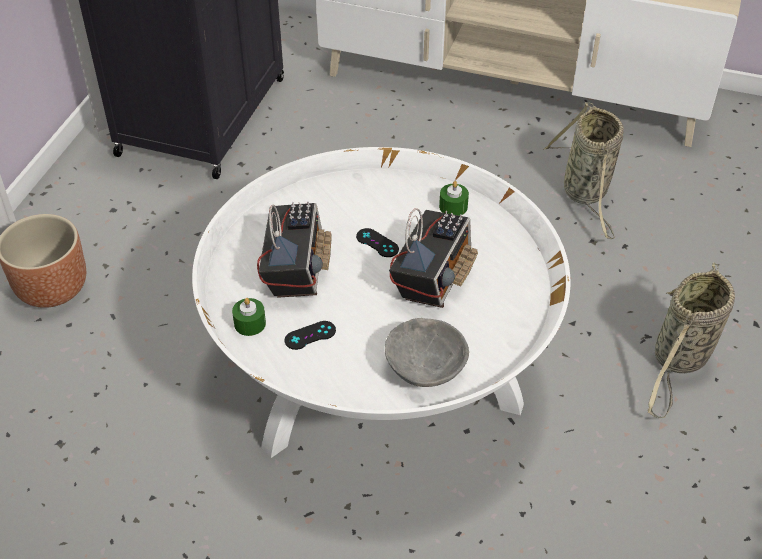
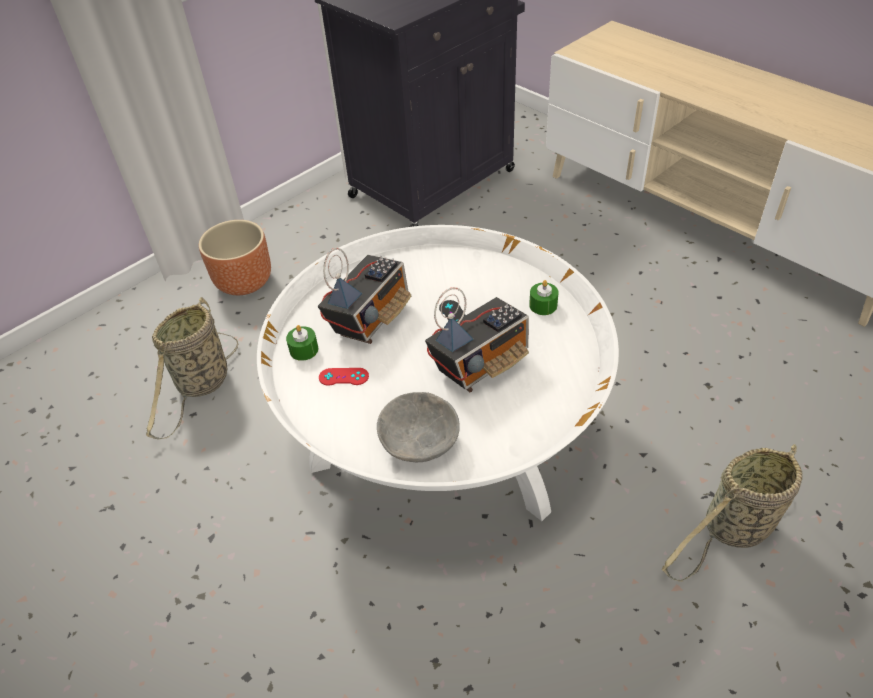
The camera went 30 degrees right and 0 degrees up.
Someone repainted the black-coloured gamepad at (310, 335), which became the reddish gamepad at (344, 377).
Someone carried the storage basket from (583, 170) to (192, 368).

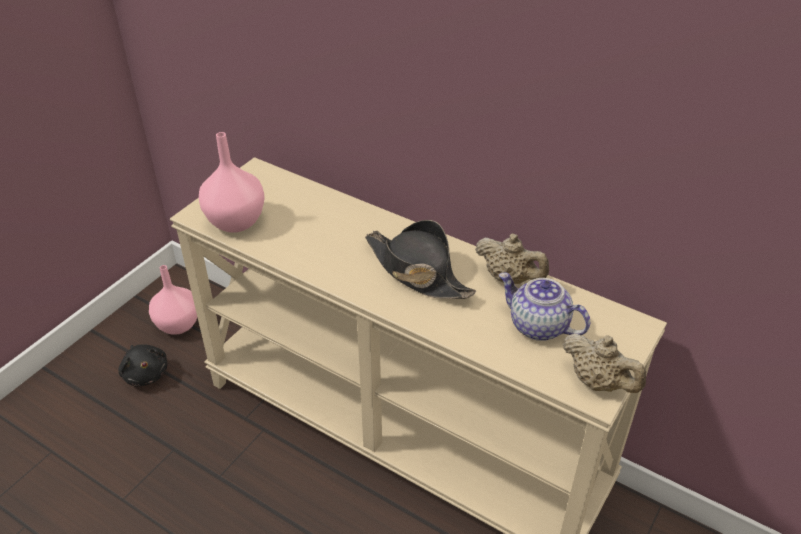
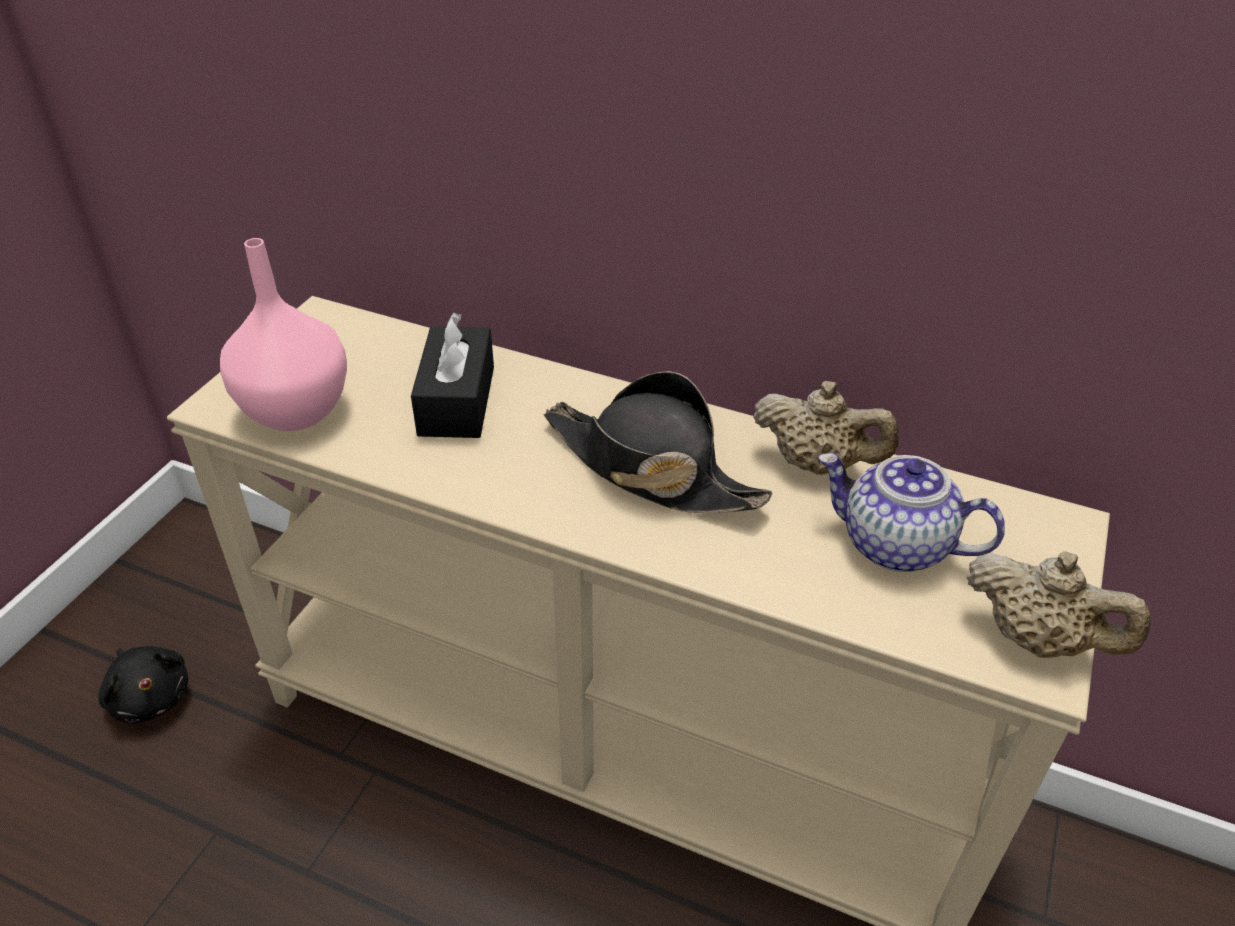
The camera went 10 degrees left and 0 degrees up.
Someone took away the pink flower vase at (173, 300).
Someone put down the black-coloured tissue holder at (452, 375).

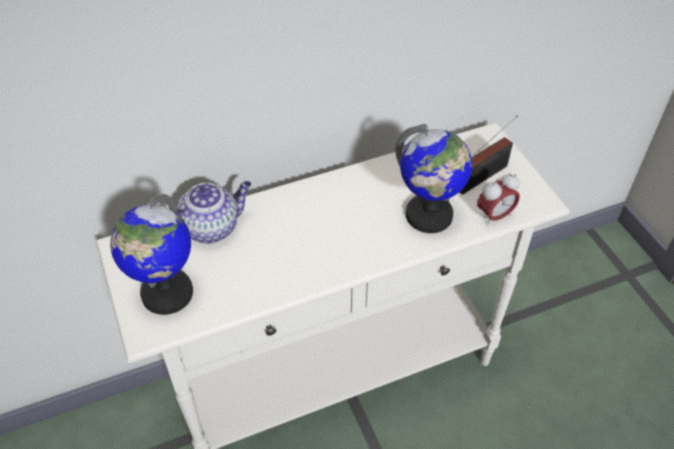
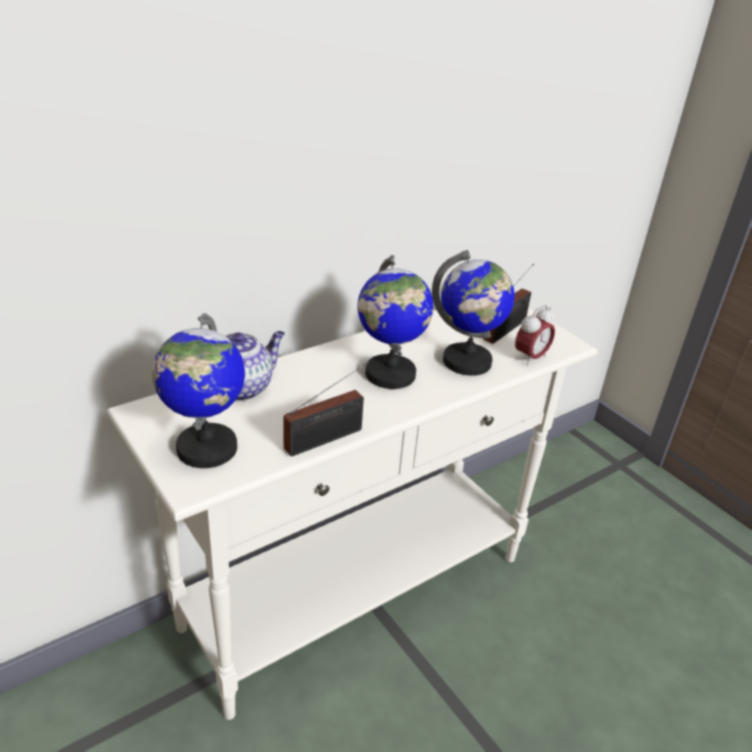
The camera went 15 degrees left and 15 degrees down.
Someone put down the radio set at (326, 409).
Someone put down the world globe at (395, 322).

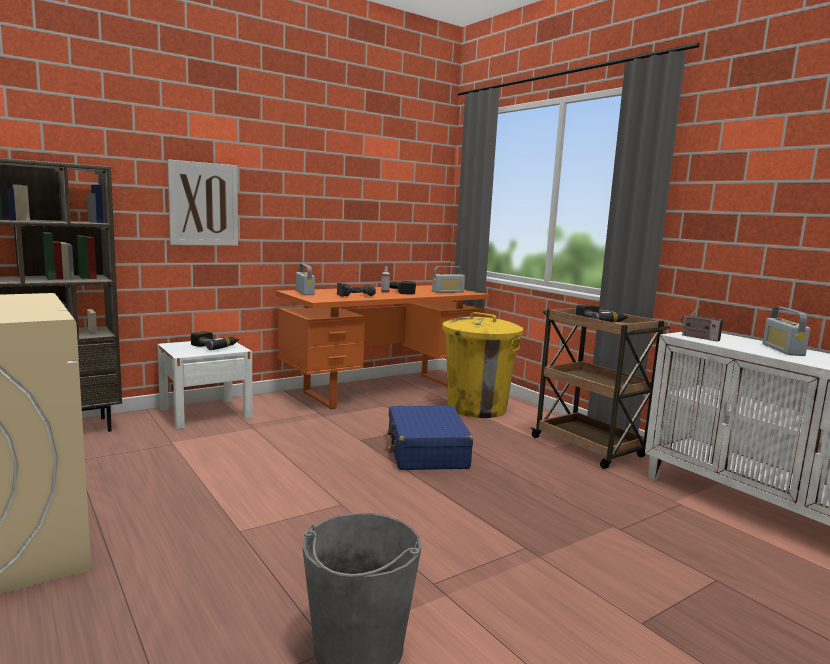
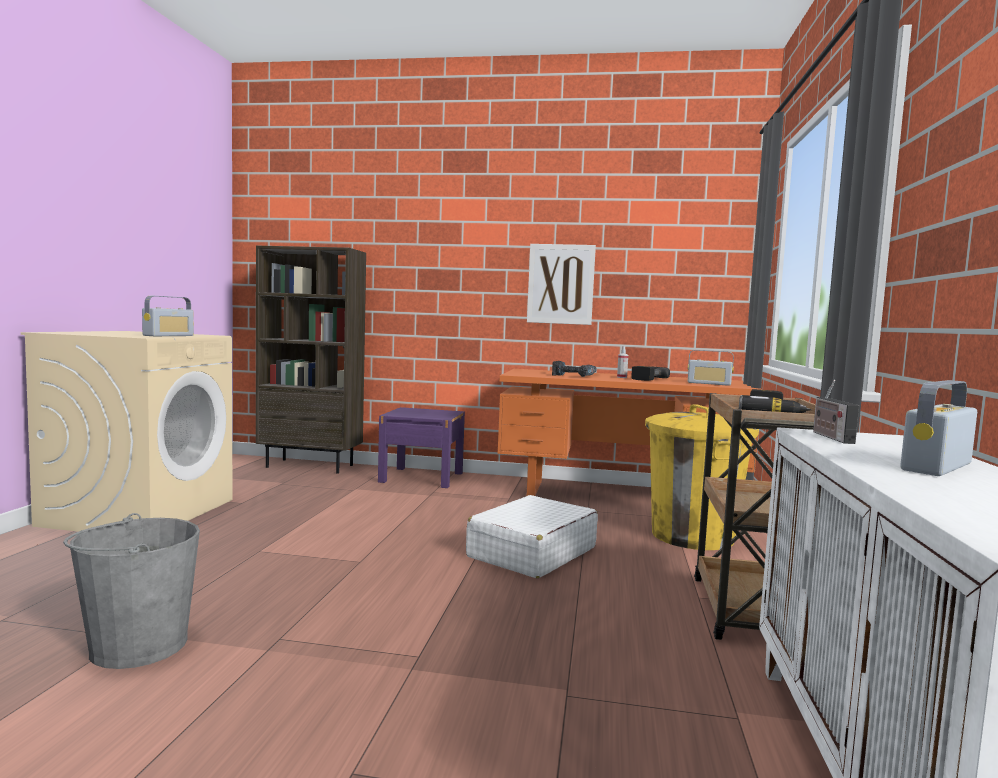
The camera went 45 degrees right and 5 degrees down.
Someone repainted the whitish nightstand at (204, 385), which became the purplish nightstand at (421, 447).
Someone carried the picture from (202, 202) to (561, 284).
Someone took away the power drill at (215, 340).
Someone carried the radio set from (305, 279) to (168, 316).
Someone repainted the blue-coloured piece of luggage at (430, 438), which became the whitish piece of luggage at (532, 536).

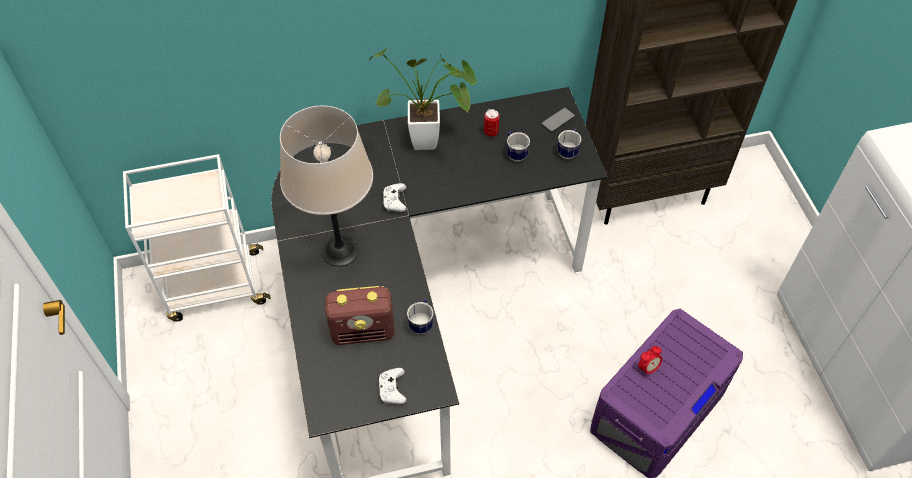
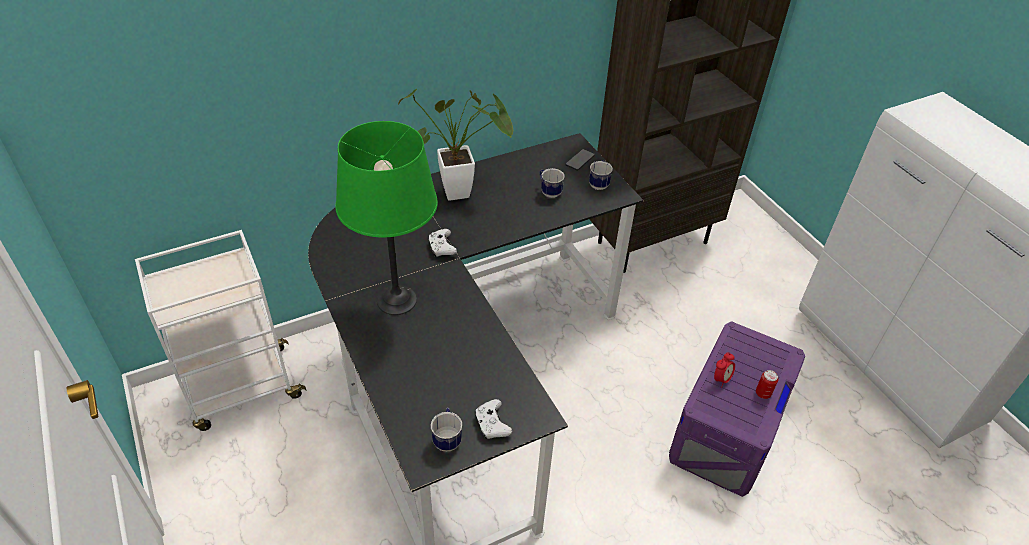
The camera went 15 degrees left and 10 degrees down.
Someone repainted the sand-coloured lamp for a table at (326, 186), which became the green-coloured lamp for a table at (387, 218).
Someone took away the radio set at (360, 315).
Someone carried the tea mug from (420, 316) to (446, 430).
Someone carried the metal can from (491, 123) to (767, 384).

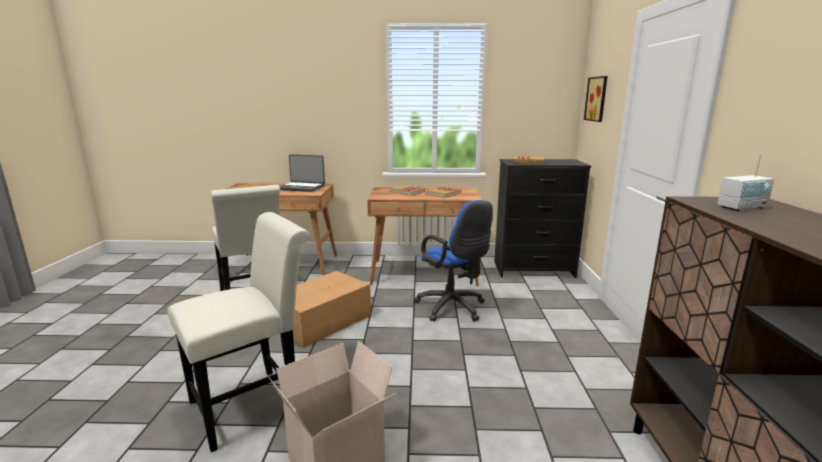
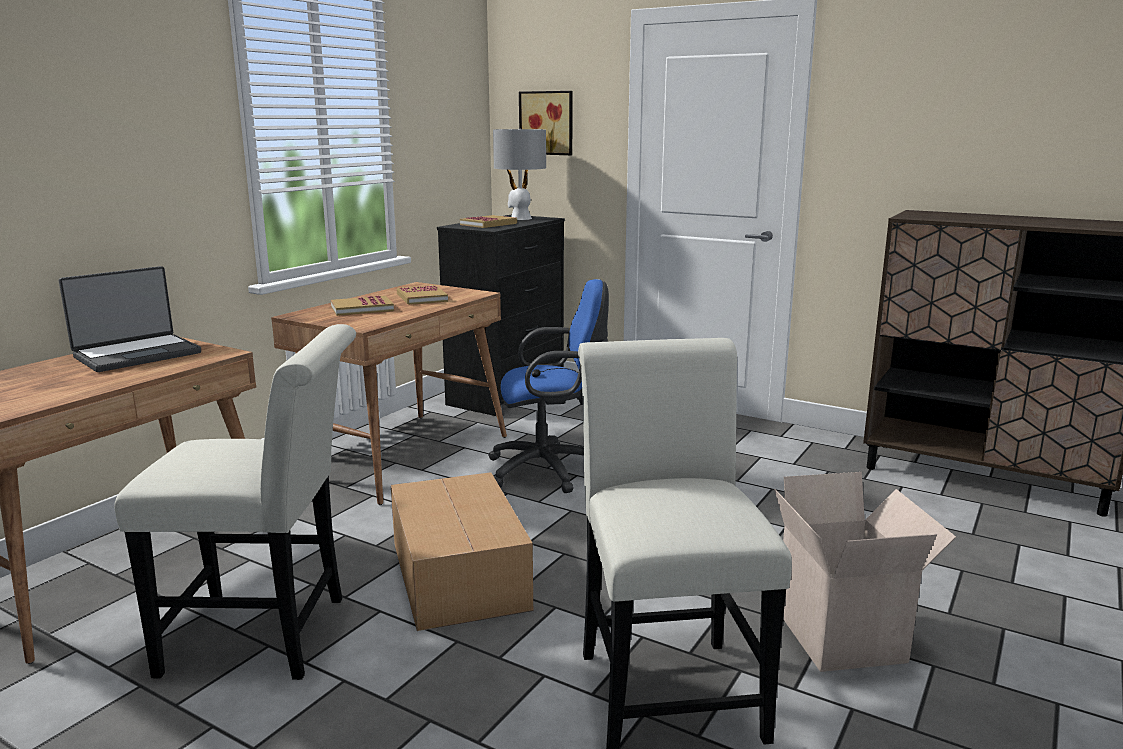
The camera went 60 degrees left and 0 degrees up.
Someone took away the radio set at (745, 182).
Someone put down the greyish lamp for a table at (519, 174).

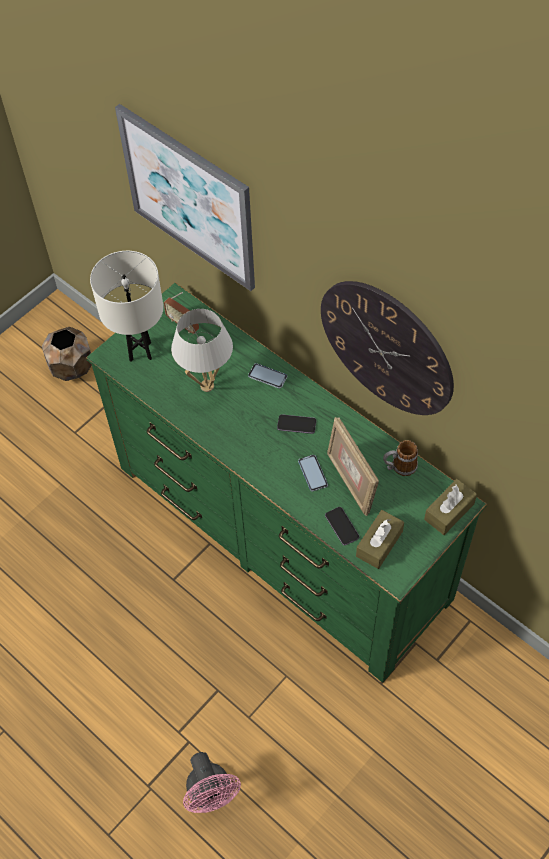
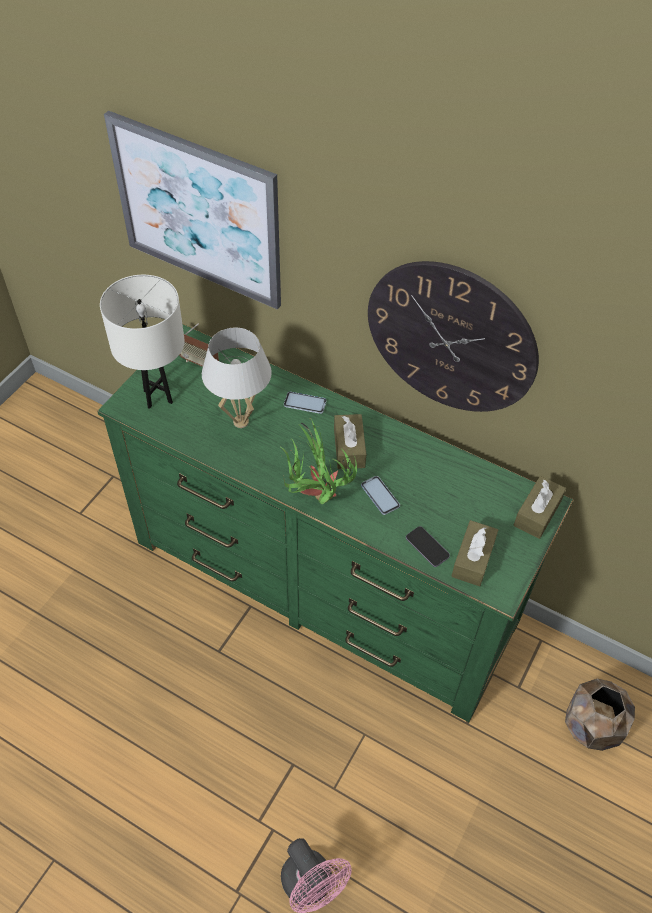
The camera went 15 degrees left and 5 degrees down.
Someone carried the brown-coloured planter from (67, 354) to (600, 715).
Someone swapped the handset at (296, 424) for the brown-coloured tissue holder at (350, 441).
Someone took away the picture frame at (353, 466).
Someone took away the tea mug at (400, 458).
Someone put down the houseplant at (319, 461).

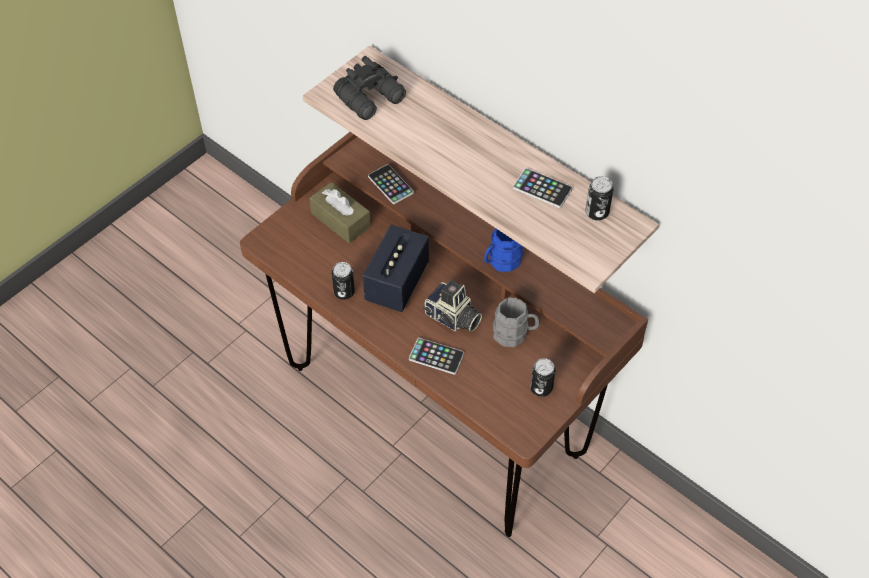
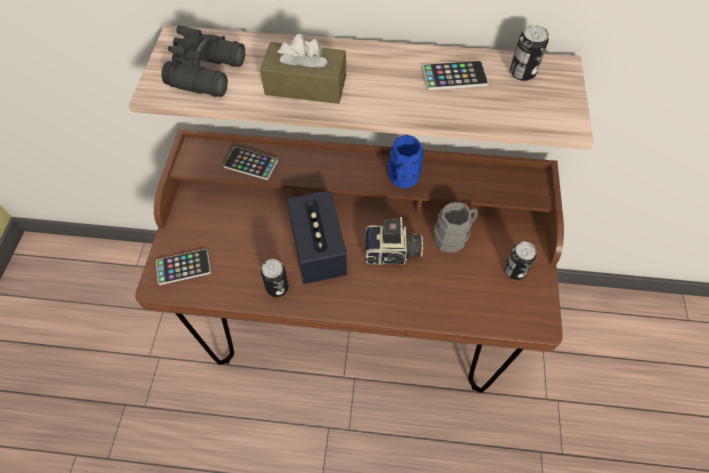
The camera went 35 degrees left and 5 degrees up.
Someone carried the brown-coloured tissue holder from (340, 212) to (303, 69).
Someone carried the handset from (436, 356) to (183, 267).

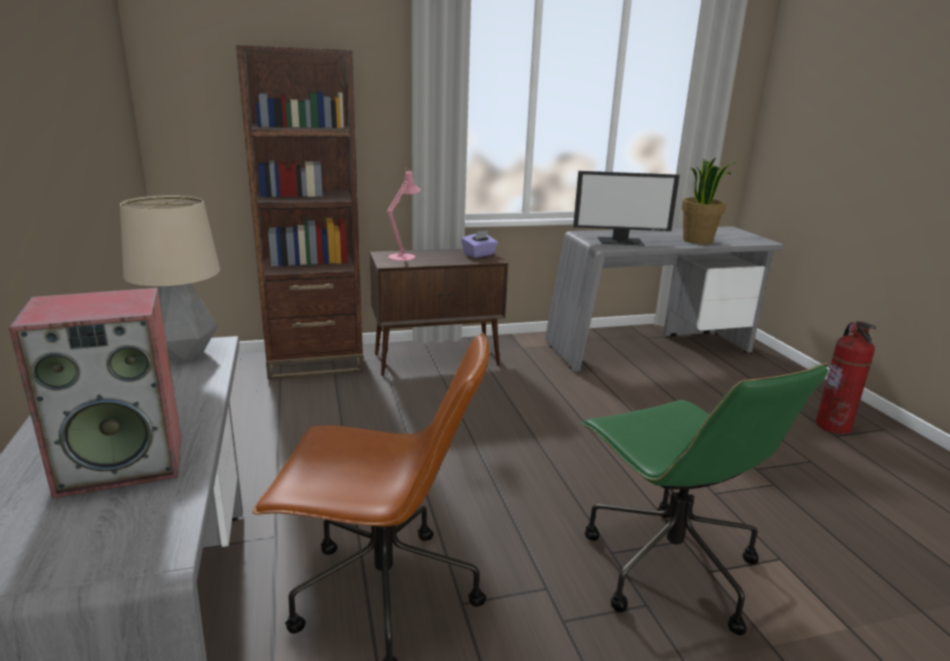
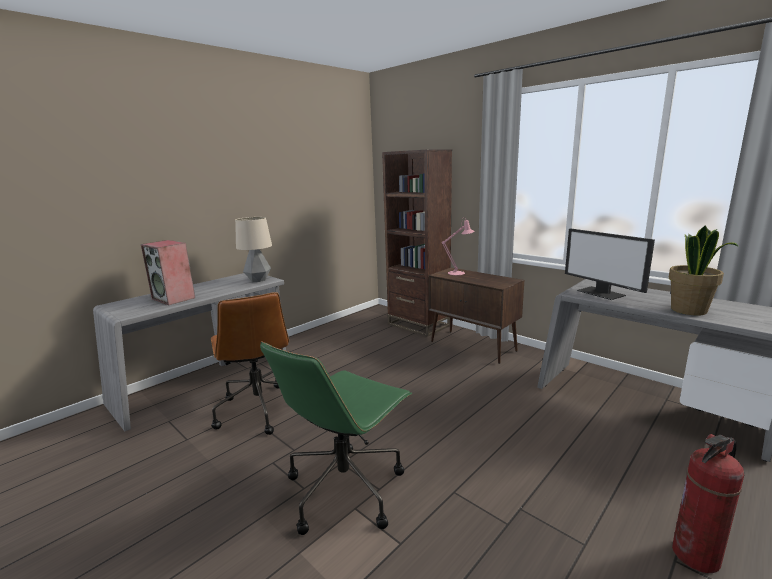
The camera went 60 degrees right and 5 degrees down.
Someone took away the purplish tissue holder at (480, 244).

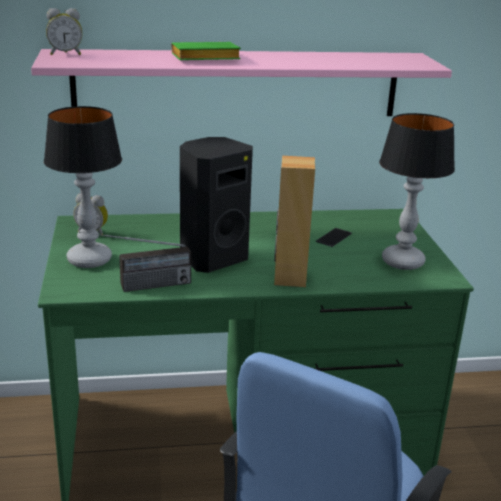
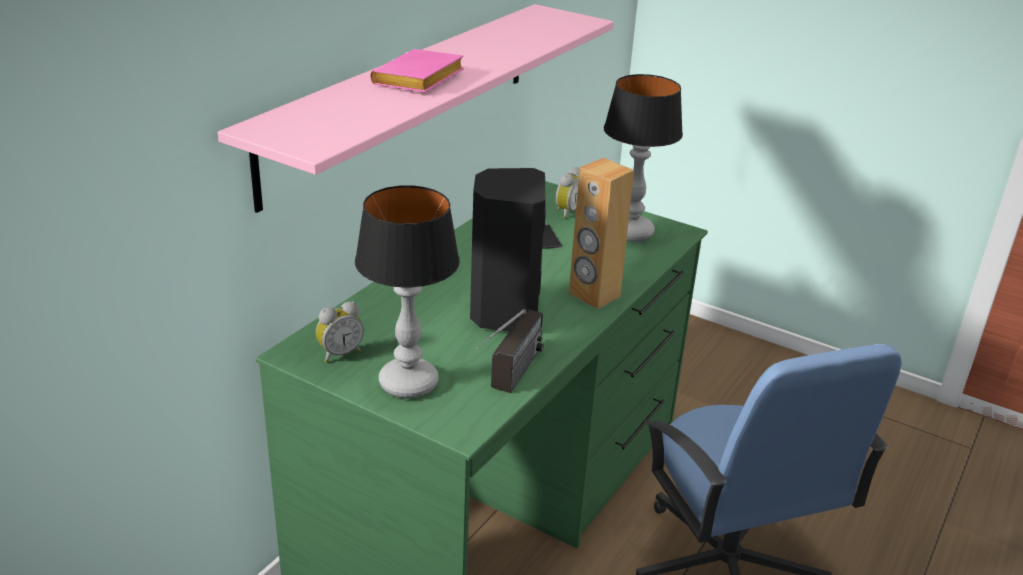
The camera went 50 degrees left and 5 degrees up.
Someone carried the table clock from (64, 31) to (567, 192).
Someone repainted the green-coloured volume at (206, 51), which became the pink volume at (417, 70).

